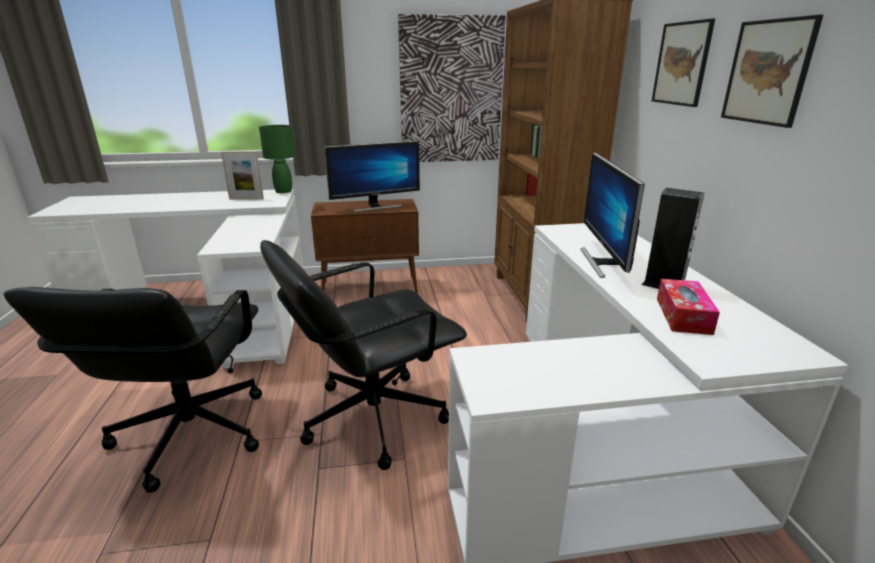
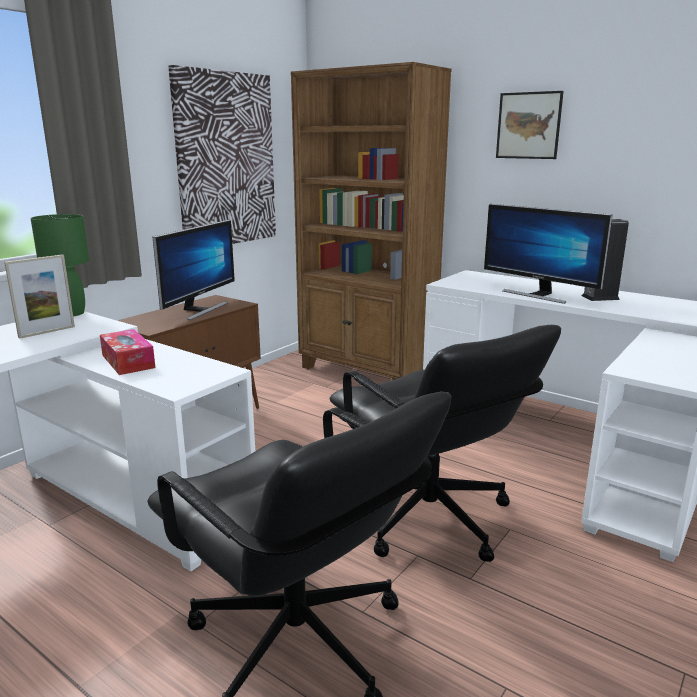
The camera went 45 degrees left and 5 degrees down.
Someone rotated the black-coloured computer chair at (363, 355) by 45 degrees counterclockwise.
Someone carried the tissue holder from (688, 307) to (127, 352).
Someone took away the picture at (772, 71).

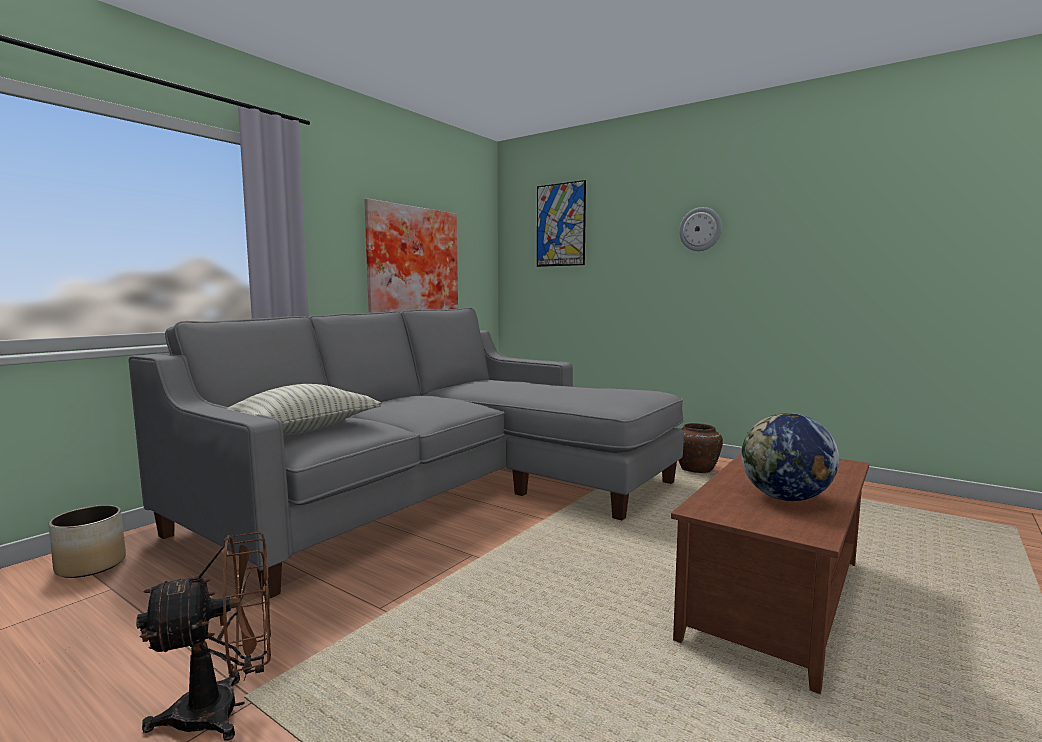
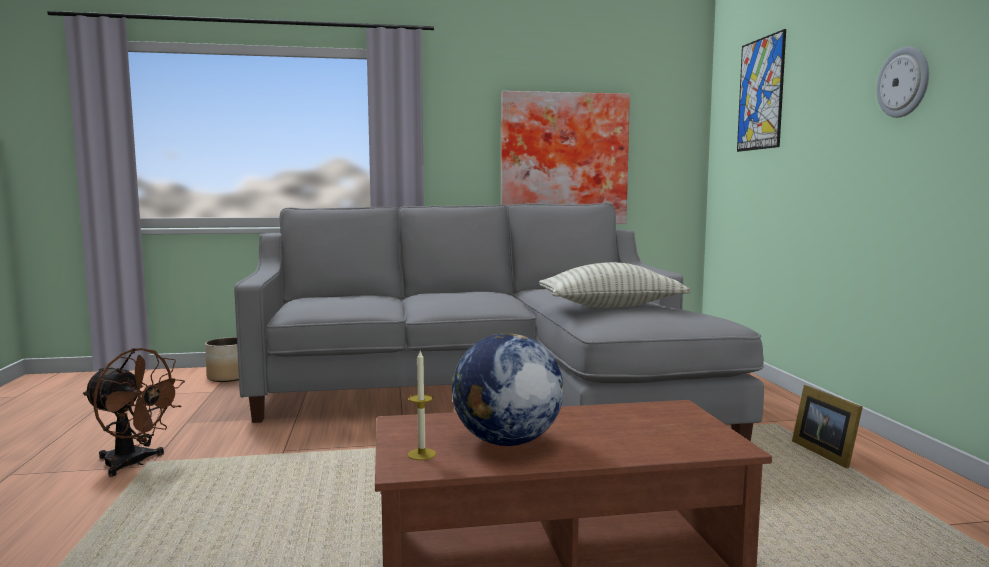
The camera went 45 degrees right and 0 degrees up.
Someone carried the throw pillow from (304, 410) to (614, 285).
Someone swapped the brown-coloured flower vase at (700, 448) for the picture frame at (827, 426).
Someone put down the wax candle at (421, 405).

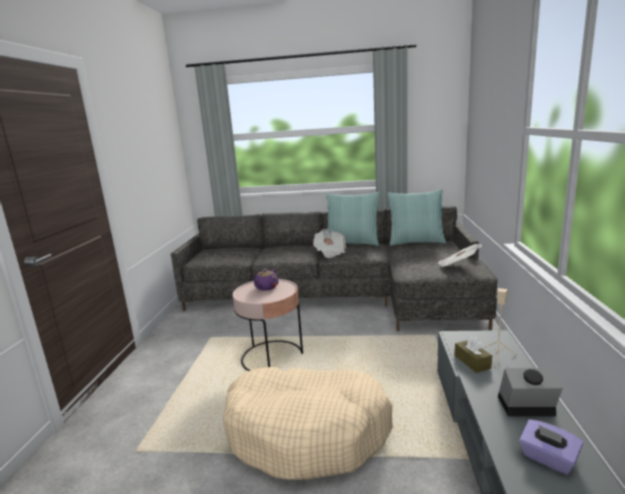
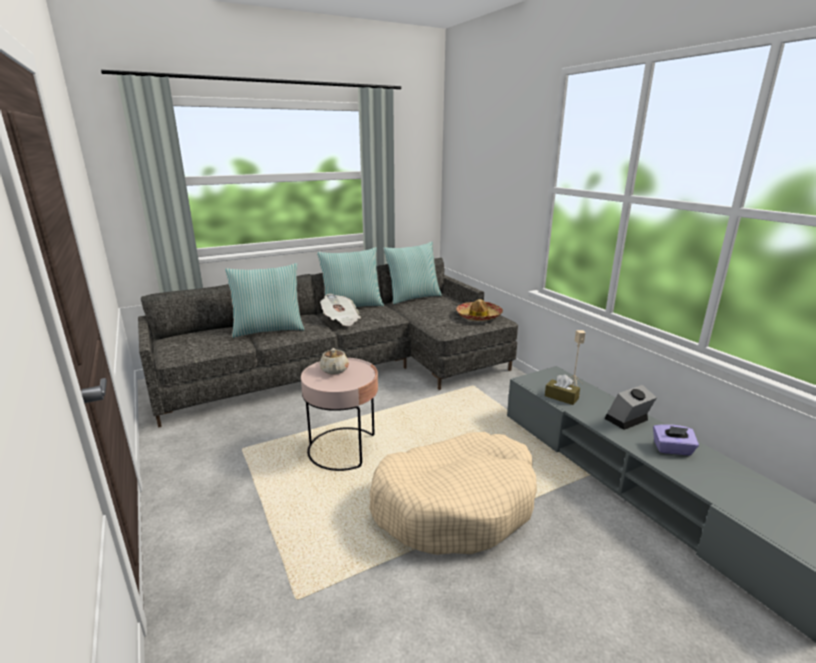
The camera went 35 degrees left and 5 degrees up.
Someone repainted the purplish teapot at (266, 279), which became the sand-coloured teapot at (334, 361).
Someone swapped the daily paper at (460, 255) for the hat at (479, 310).
Someone put down the throw pillow at (265, 300).

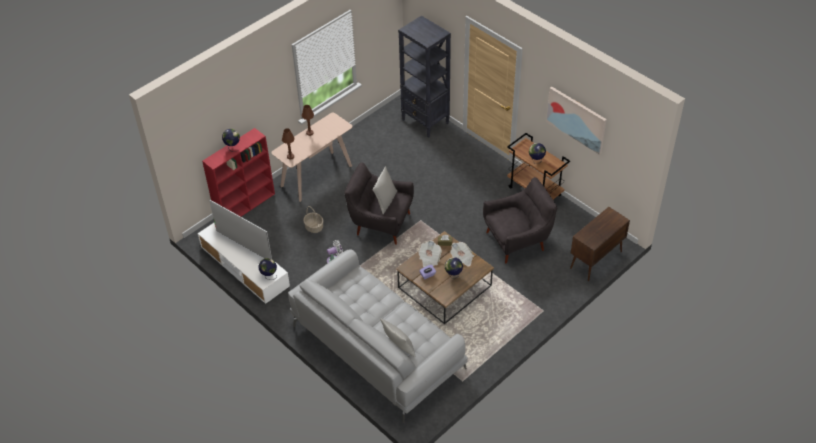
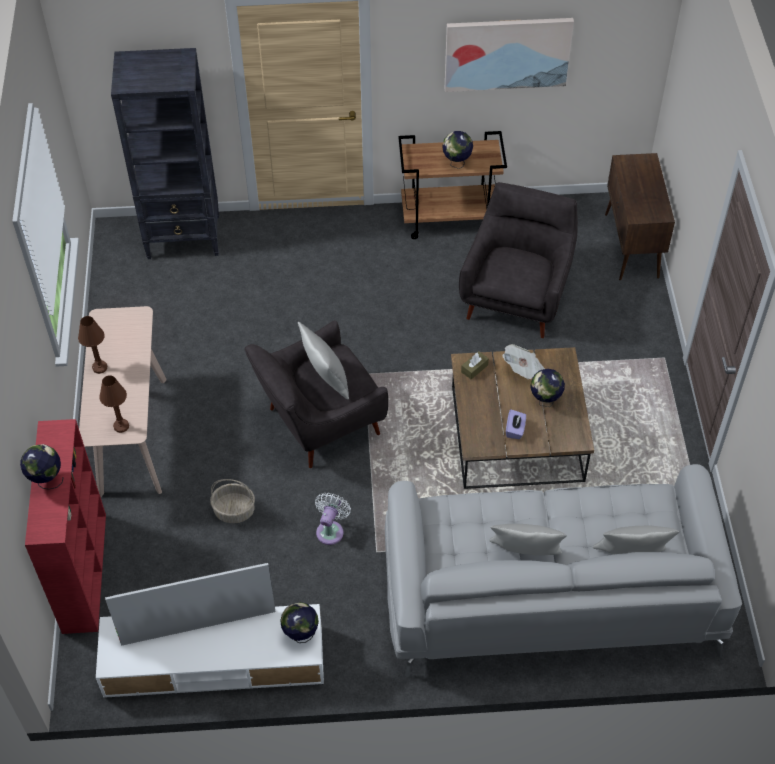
The camera went 50 degrees left and 5 degrees up.
Someone took away the daily paper at (430, 254).
Someone put down the greyish throw pillow at (528, 540).

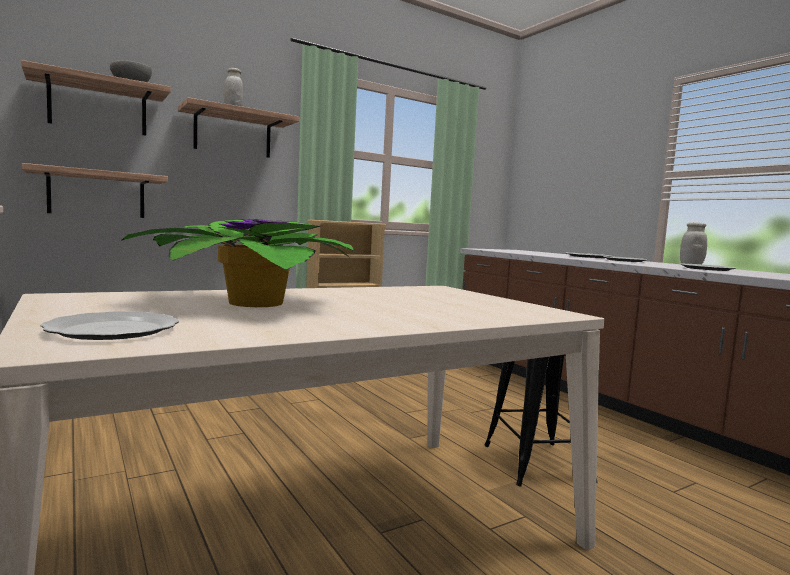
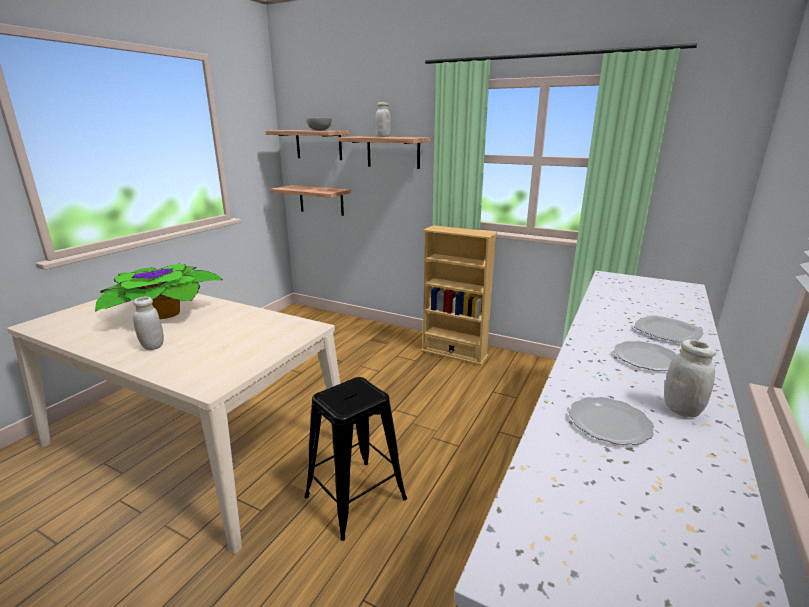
The camera went 60 degrees right and 15 degrees up.
Someone took away the dinner plate at (109, 325).
Someone put down the whitish preserve jar at (148, 323).

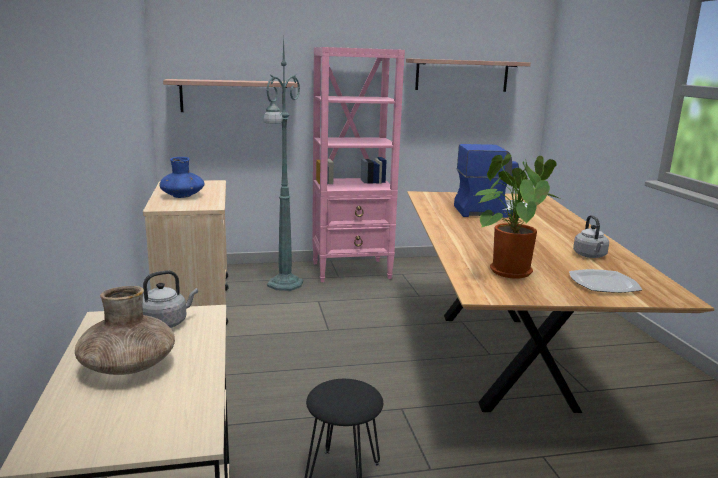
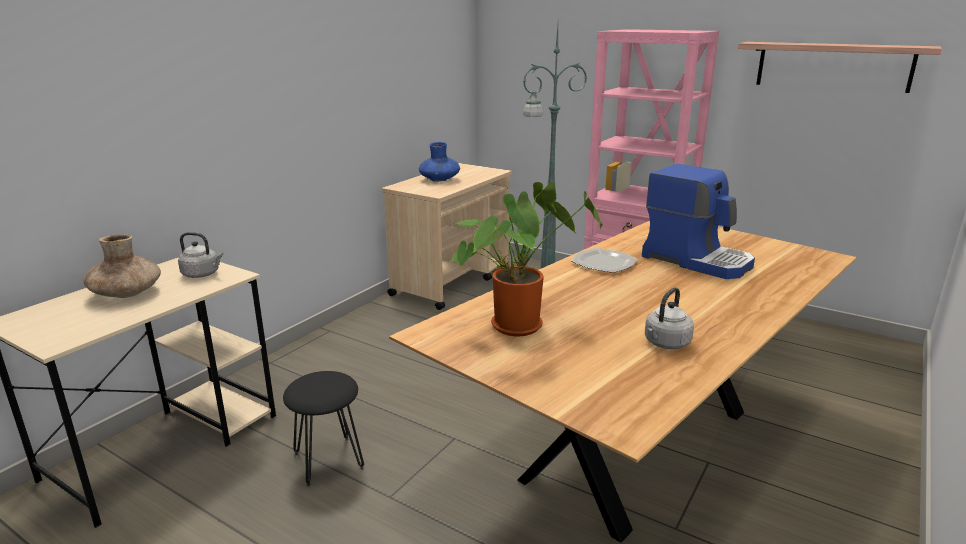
The camera went 45 degrees right and 5 degrees up.
Someone took away the wall shelf at (231, 95).
Someone carried the dinner plate from (605, 281) to (604, 260).

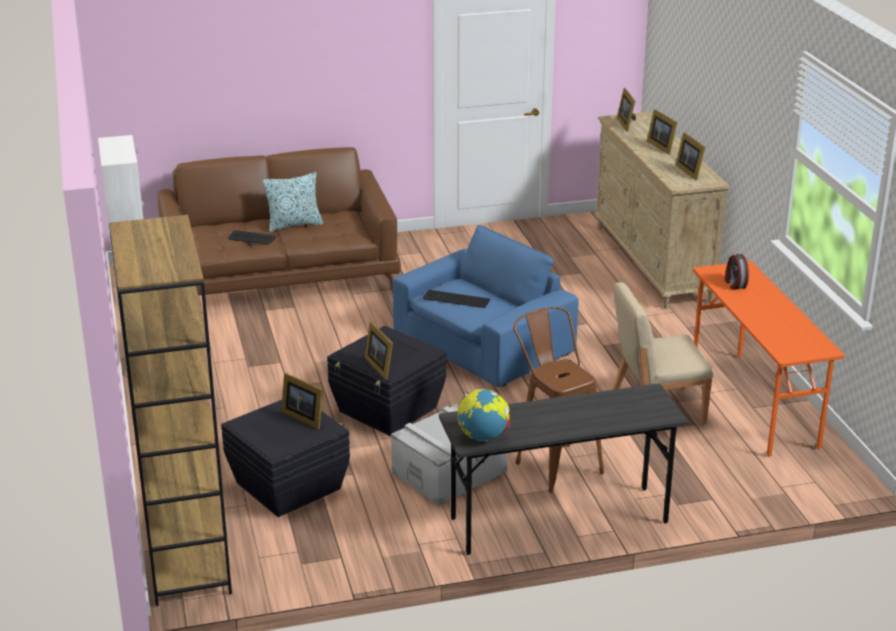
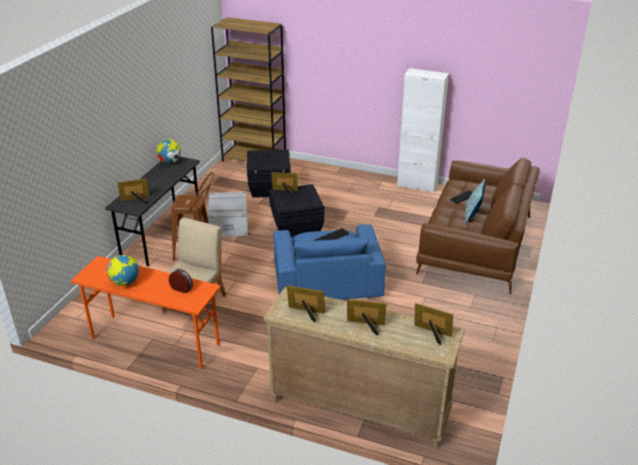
The camera went 125 degrees right and 5 degrees up.
Someone carried the picture frame from (302, 401) to (133, 190).
Someone put down the world globe at (122, 270).

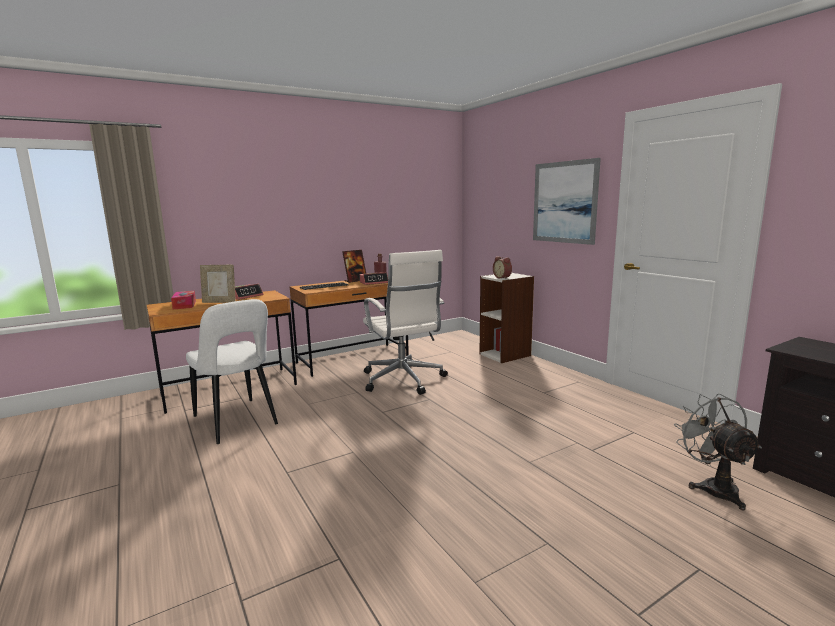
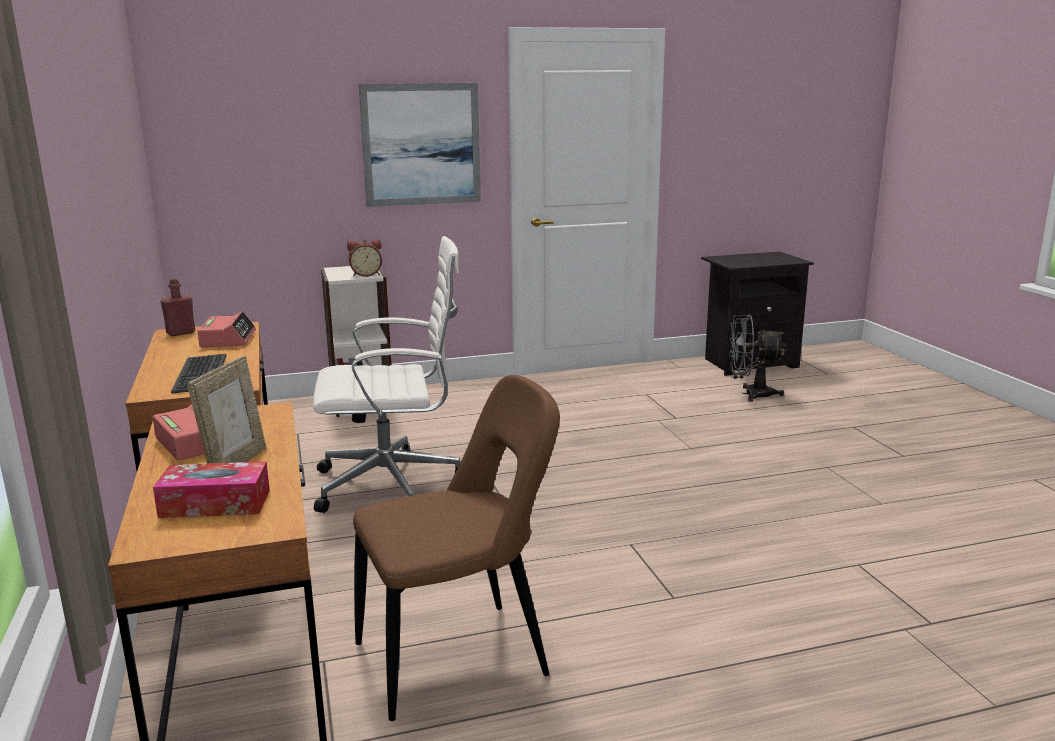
The camera went 75 degrees left and 5 degrees up.
Someone repainted the whitish plain chair at (232, 371), which became the brown-coloured plain chair at (456, 548).
Someone took away the picture frame at (354, 266).

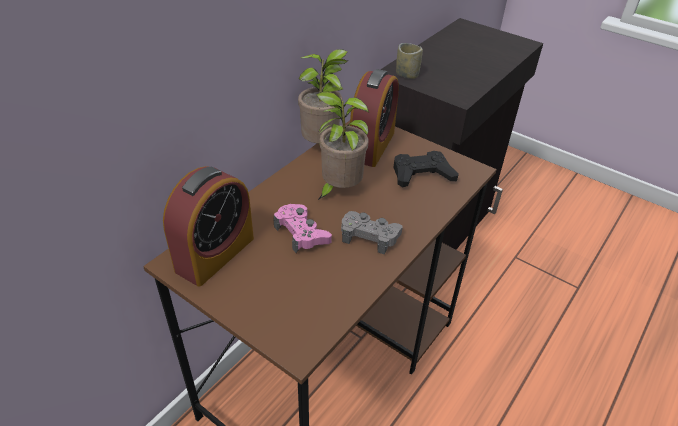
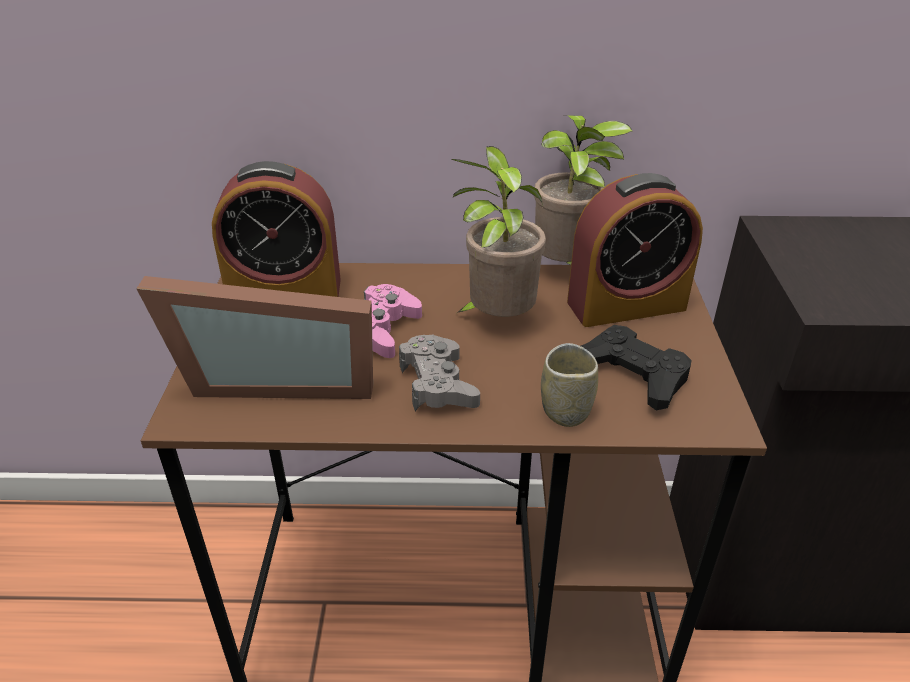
The camera went 55 degrees right and 5 degrees down.
Someone carried the cup from (409, 61) to (569, 385).
Someone put down the picture frame at (254, 337).

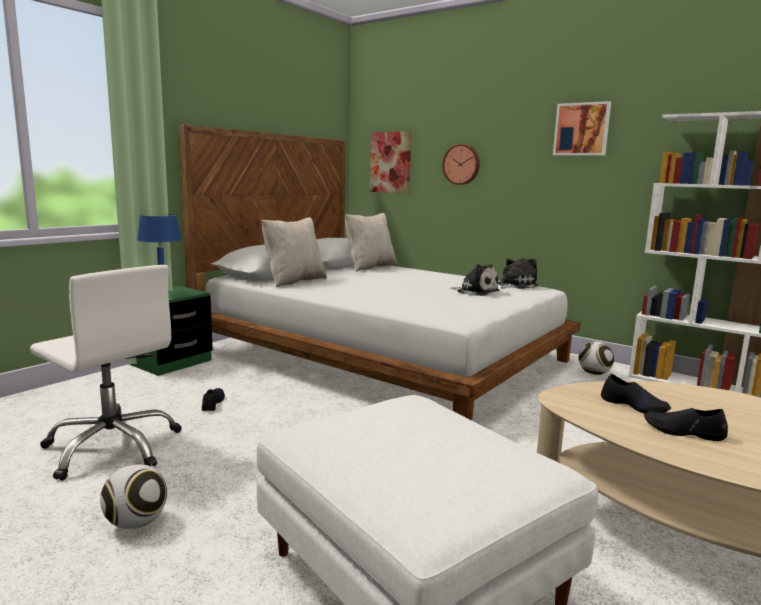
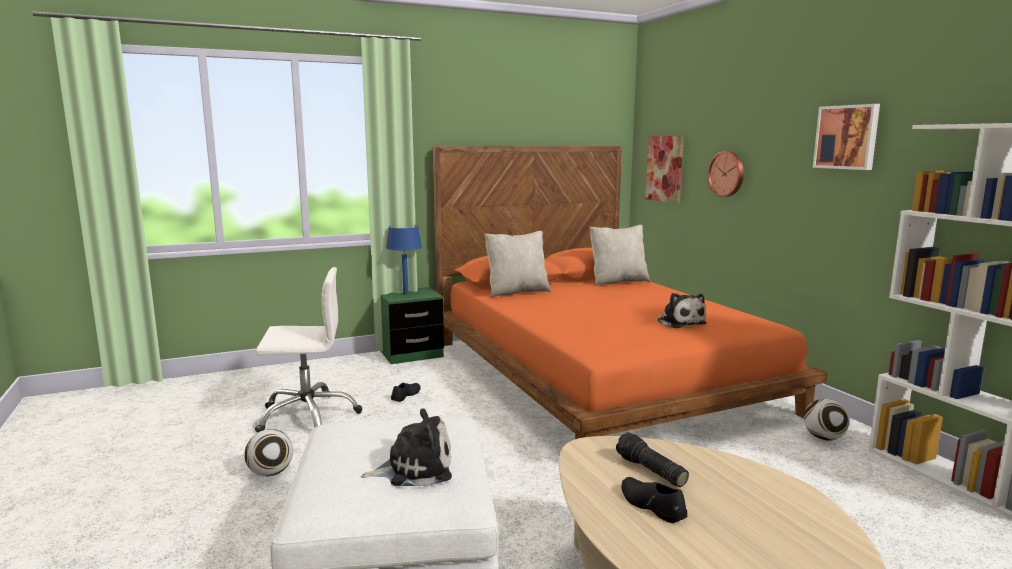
The camera went 30 degrees right and 0 degrees up.
Someone rotated the whitish computer chair at (106, 372) by 75 degrees counterclockwise.
Someone repainted the whitish sleeping bed at (380, 272), which became the orange sleeping bed at (629, 292).
Someone carried the plush toy from (518, 273) to (406, 447).
Someone swapped the black-coloured shoe at (636, 394) for the flashlight at (652, 459).

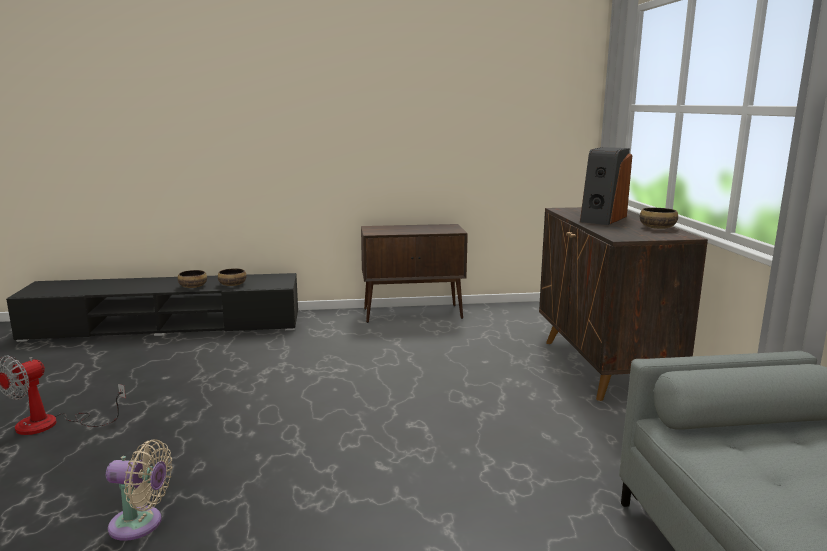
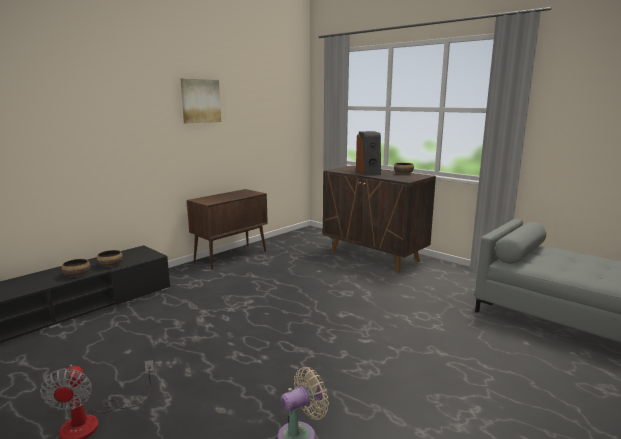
The camera went 40 degrees left and 0 degrees up.
Someone put up the picture at (200, 101).

